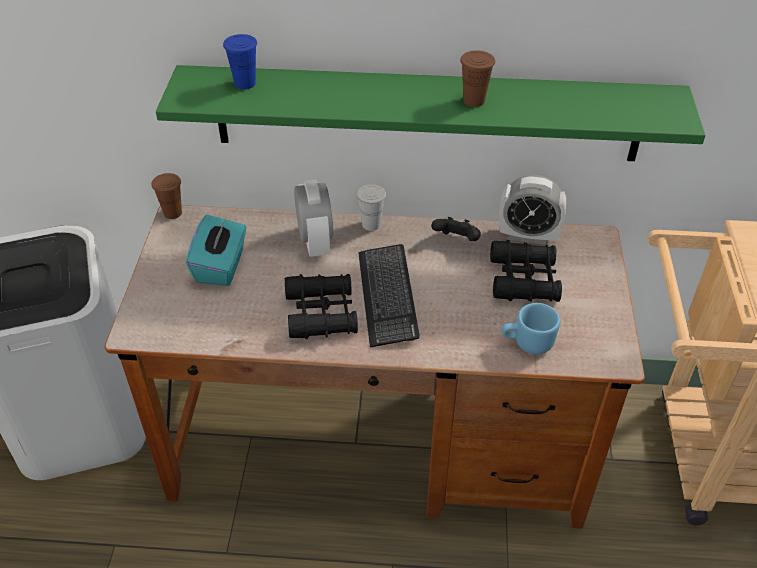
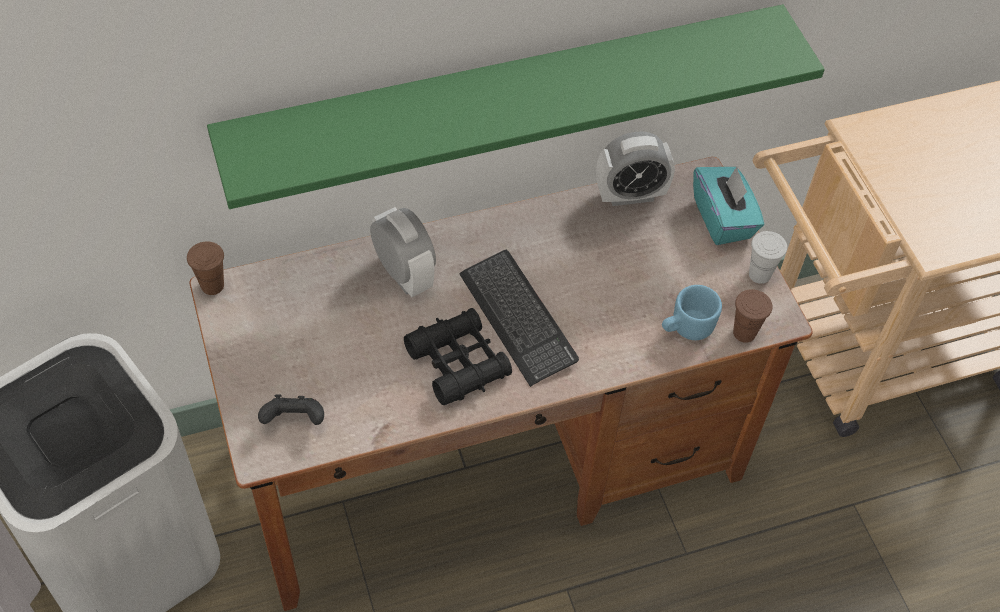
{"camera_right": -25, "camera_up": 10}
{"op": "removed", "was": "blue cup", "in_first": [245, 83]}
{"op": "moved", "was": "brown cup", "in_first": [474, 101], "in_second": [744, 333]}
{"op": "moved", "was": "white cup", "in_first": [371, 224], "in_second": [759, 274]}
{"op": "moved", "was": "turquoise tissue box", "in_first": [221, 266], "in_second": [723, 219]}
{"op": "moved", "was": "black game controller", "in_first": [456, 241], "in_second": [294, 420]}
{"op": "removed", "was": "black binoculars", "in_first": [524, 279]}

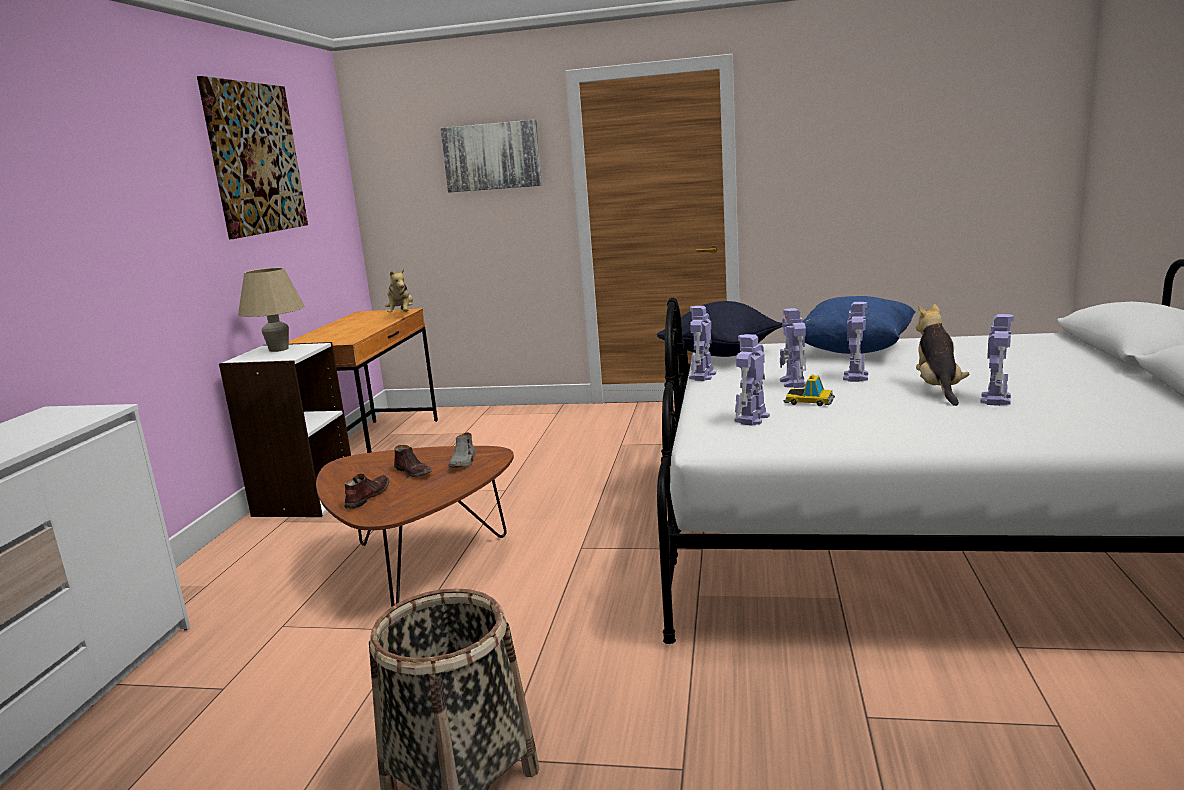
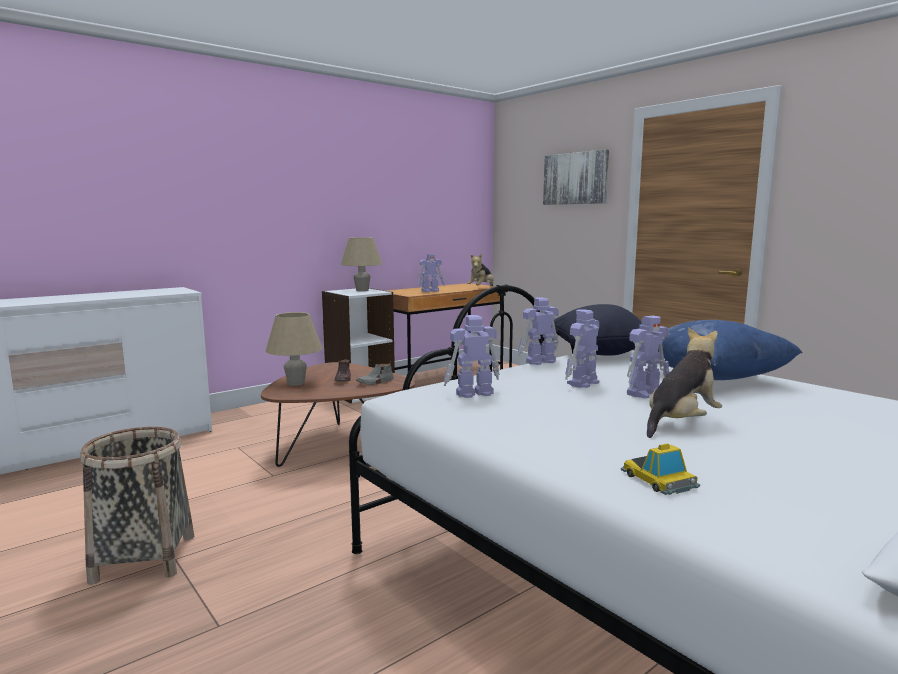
{"camera_right": 40, "camera_up": -5}
{"op": "removed", "was": "picture", "in_first": [255, 158]}
{"op": "moved", "was": "toy robot", "in_first": [995, 399], "in_second": [430, 291]}
{"op": "moved", "was": "toy car", "in_first": [809, 401], "in_second": [658, 480]}
{"op": "replaced", "was": "brown shoe", "now": "beige table lamp", "in_first": [367, 497], "in_second": [296, 383]}

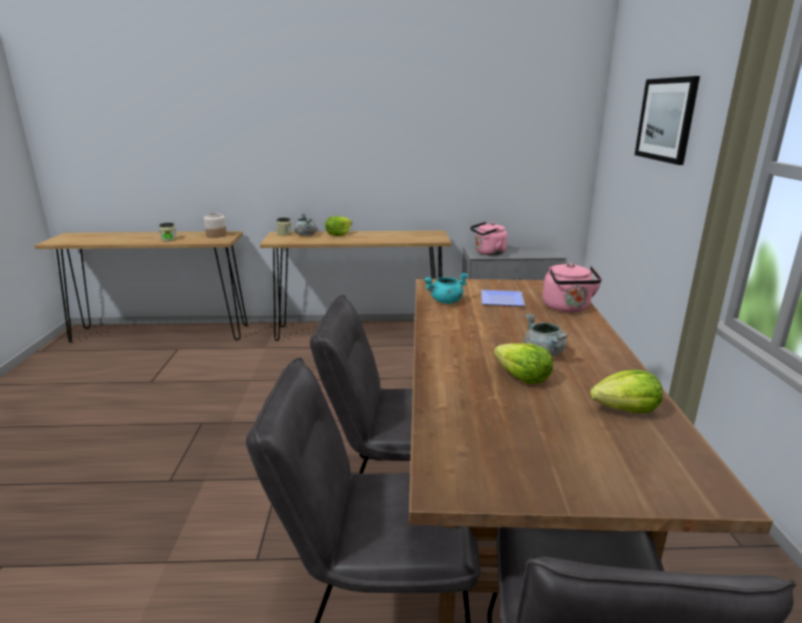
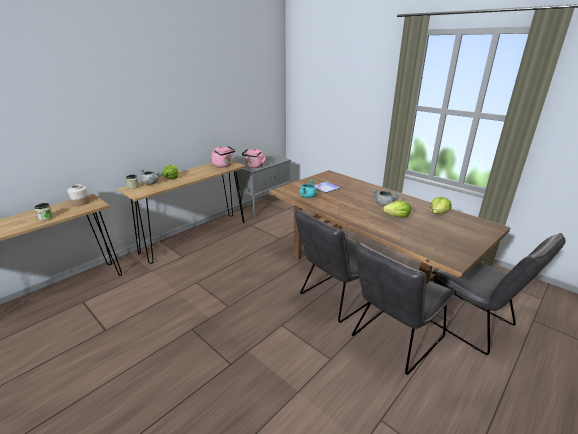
{"camera_right": -45, "camera_up": 5}
{"op": "removed", "was": "picture", "in_first": [666, 119]}
{"op": "moved", "was": "pink kettle", "in_first": [567, 308], "in_second": [223, 165]}

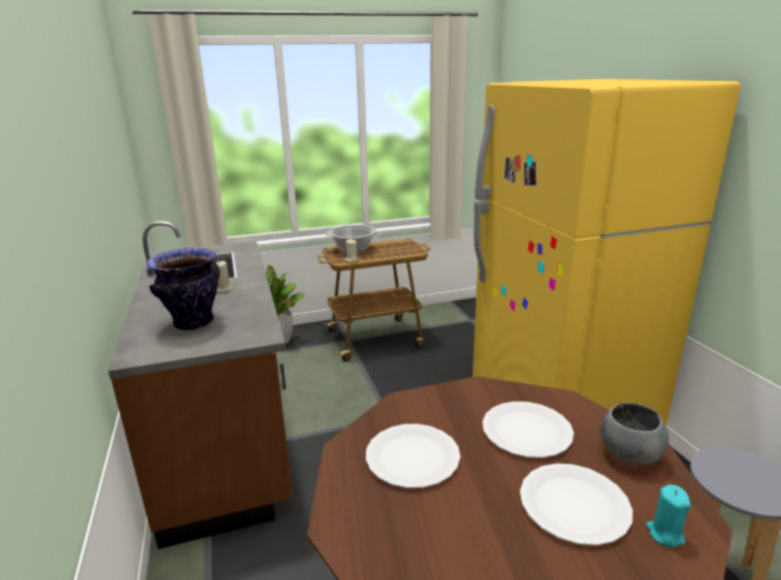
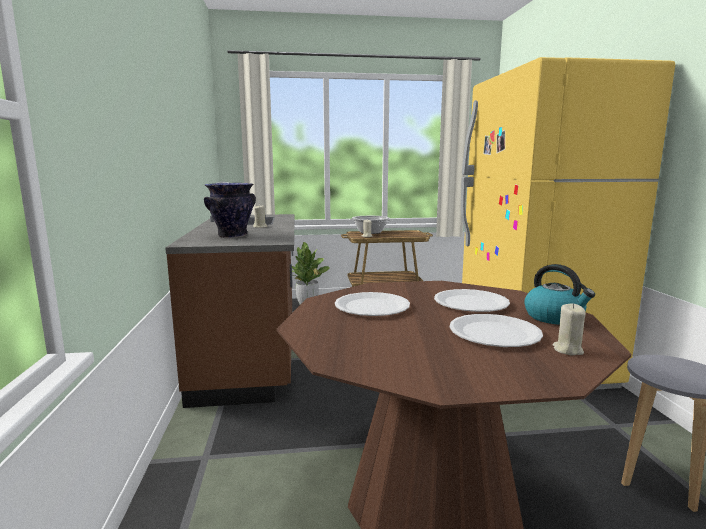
{"camera_right": 10, "camera_up": -10}
{"op": "replaced", "was": "grey bowl", "now": "kettle", "in_first": [629, 454], "in_second": [554, 317]}
{"op": "recoloured", "was": "turquoise candle", "now": "beige candle", "in_first": [665, 534], "in_second": [567, 350]}

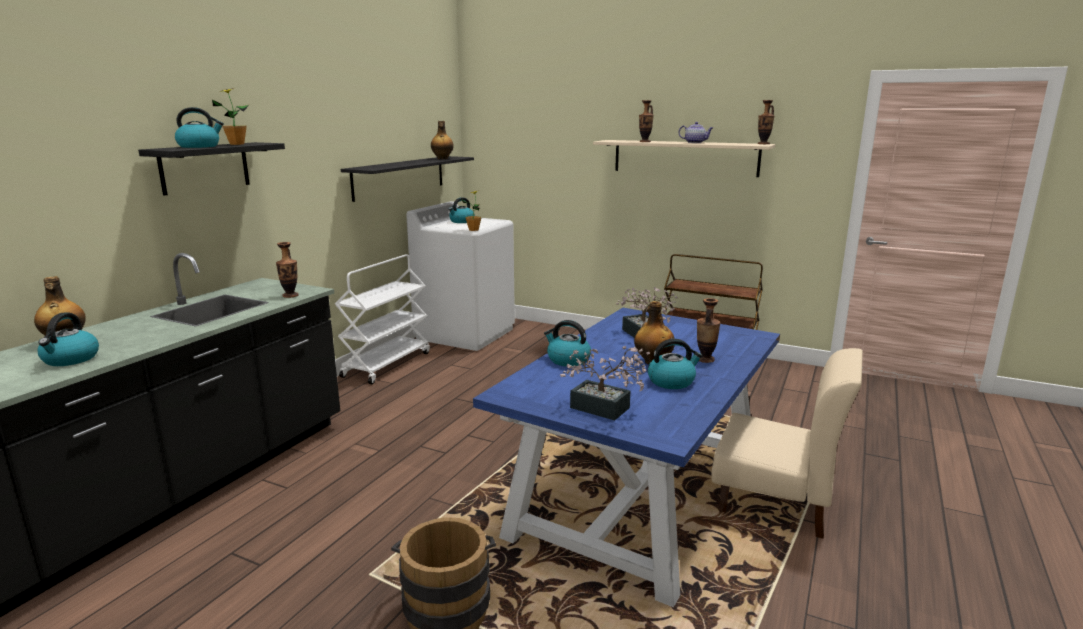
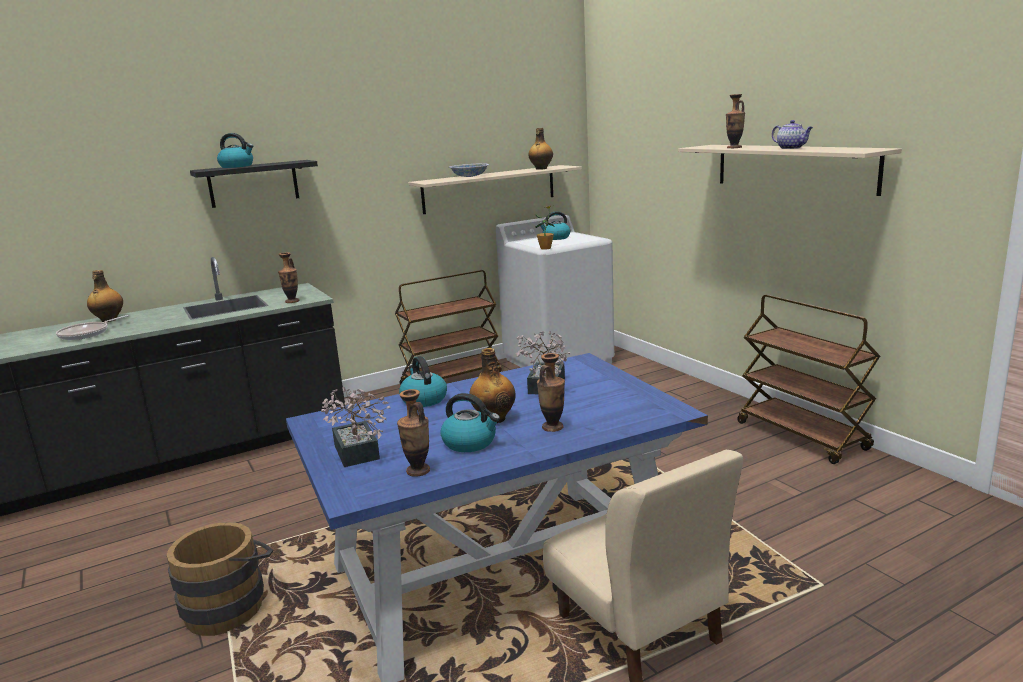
{"camera_right": 35, "camera_up": 0}
{"op": "removed", "was": "potted plant", "in_first": [237, 144]}
{"op": "moved", "was": "vase", "in_first": [763, 144], "in_second": [418, 471]}
{"op": "recoloured", "was": "black shelf", "now": "beige shelf", "in_first": [399, 177], "in_second": [489, 189]}
{"op": "recoloured", "was": "white cart", "now": "brown cart", "in_first": [387, 364], "in_second": [452, 379]}
{"op": "replaced", "was": "kettle", "now": "frying pan", "in_first": [70, 359], "in_second": [87, 334]}
{"op": "added", "now": "bowl", "in_second": [470, 176]}

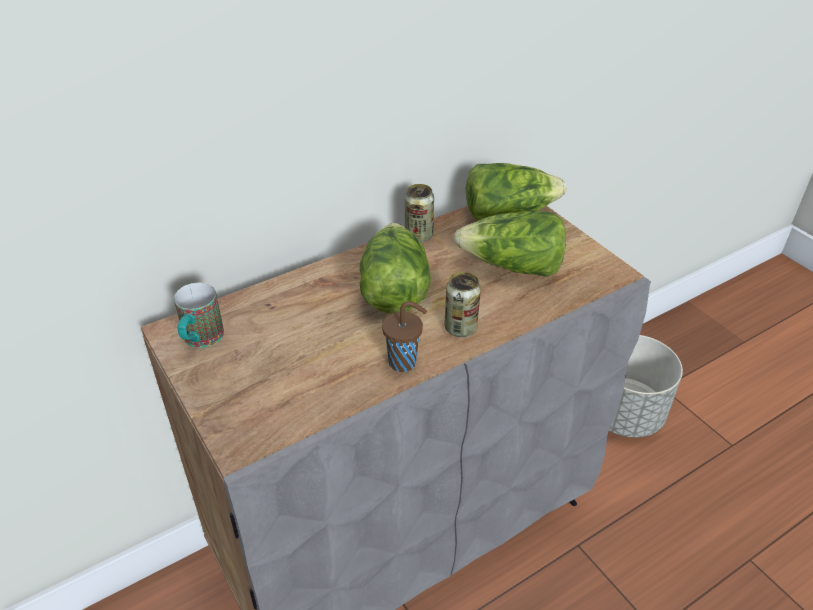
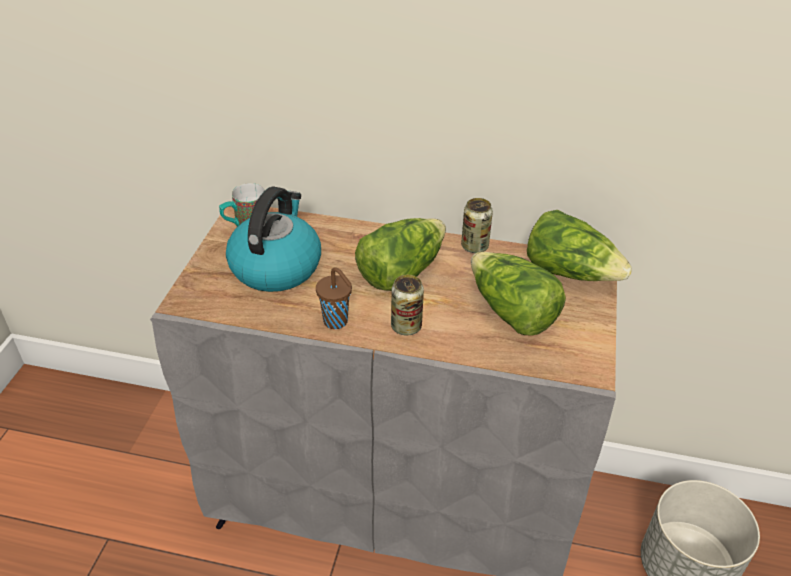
{"camera_right": 45, "camera_up": 0}
{"op": "added", "now": "kettle", "in_second": [276, 266]}

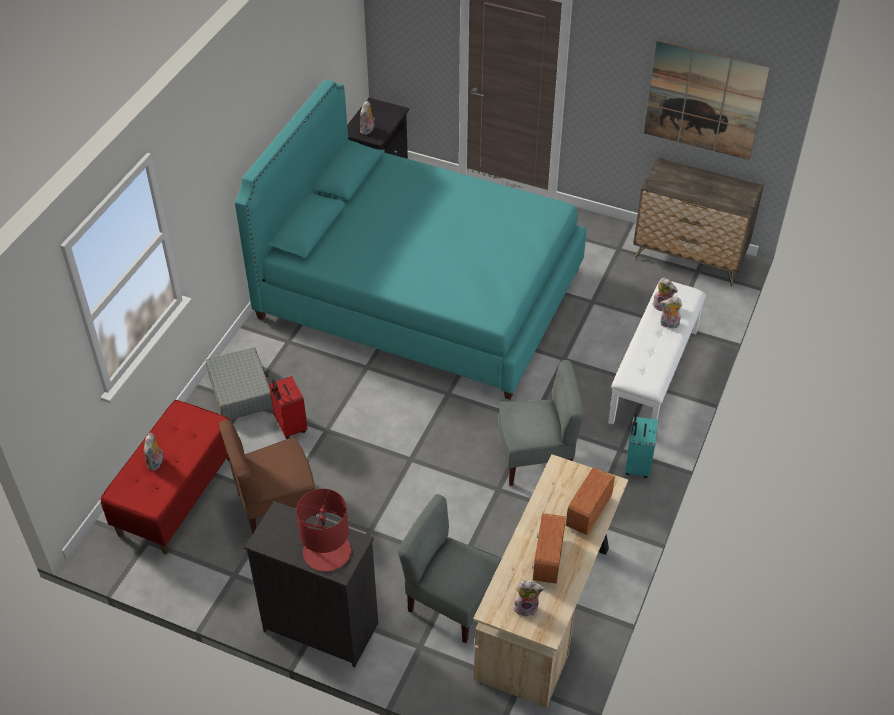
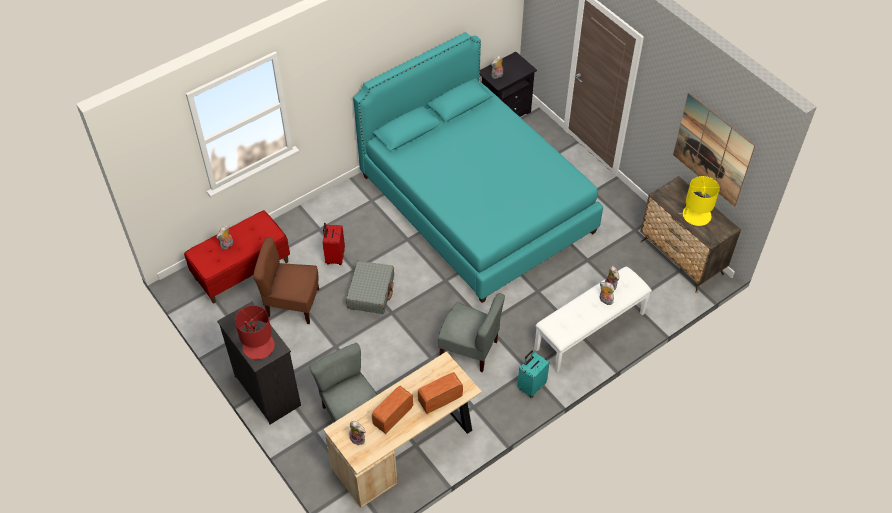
{"camera_right": 30, "camera_up": 5}
{"op": "moved", "was": "grey suitcase", "in_first": [241, 391], "in_second": [371, 292]}
{"op": "added", "now": "yellow table lamp", "in_second": [696, 215]}

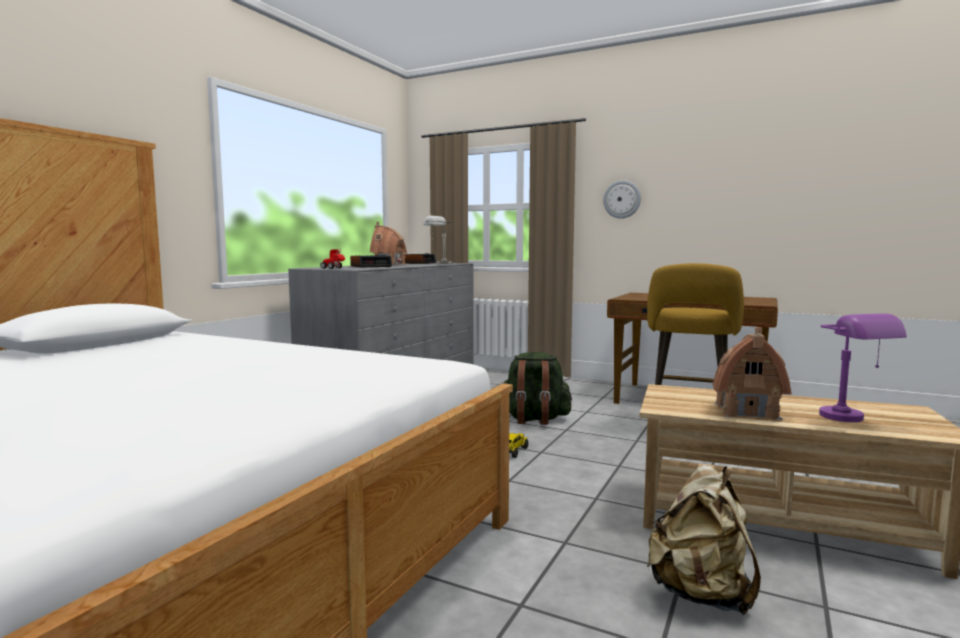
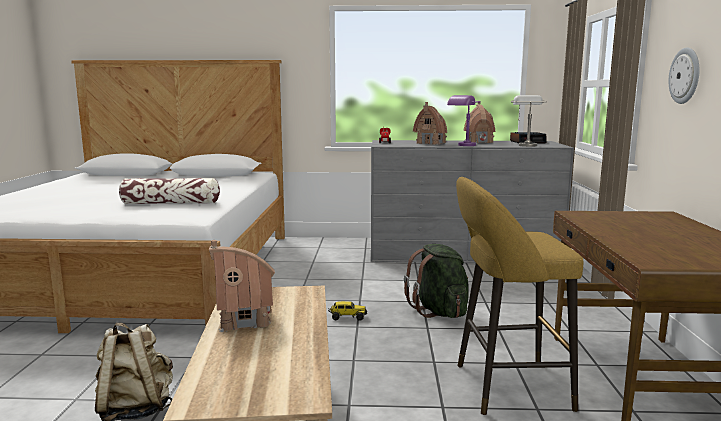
{"camera_right": 65, "camera_up": 5}
{"op": "replaced", "was": "alarm clock", "now": "toy house", "in_first": [371, 266], "in_second": [431, 143]}
{"op": "moved", "was": "purple table lamp", "in_first": [853, 420], "in_second": [463, 145]}
{"op": "added", "now": "pillow", "in_second": [171, 203]}

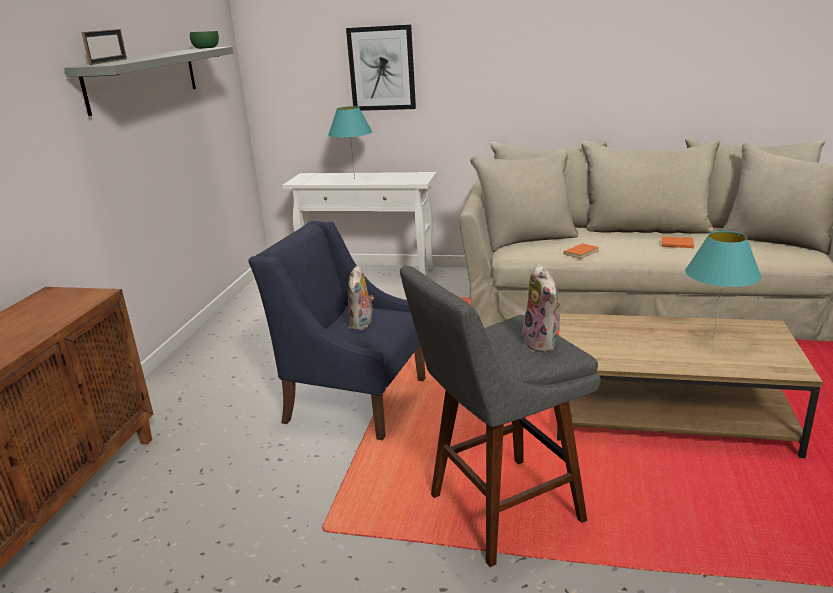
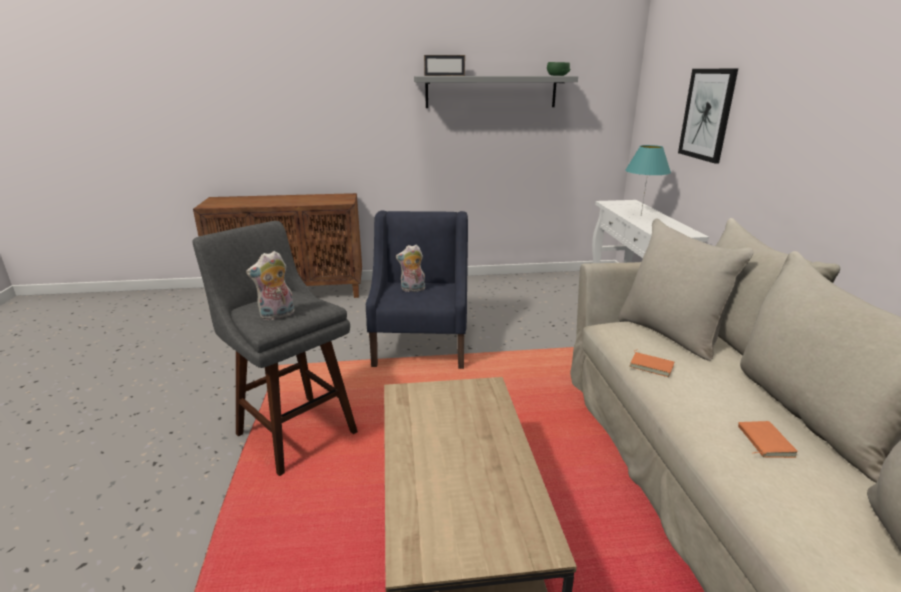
{"camera_right": 70, "camera_up": 0}
{"op": "removed", "was": "turquoise table lamp", "in_first": [713, 338]}

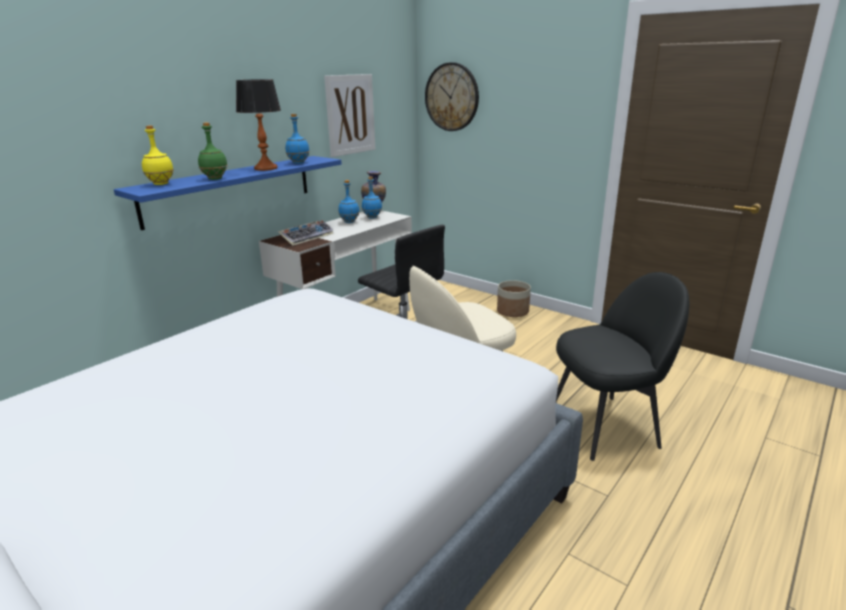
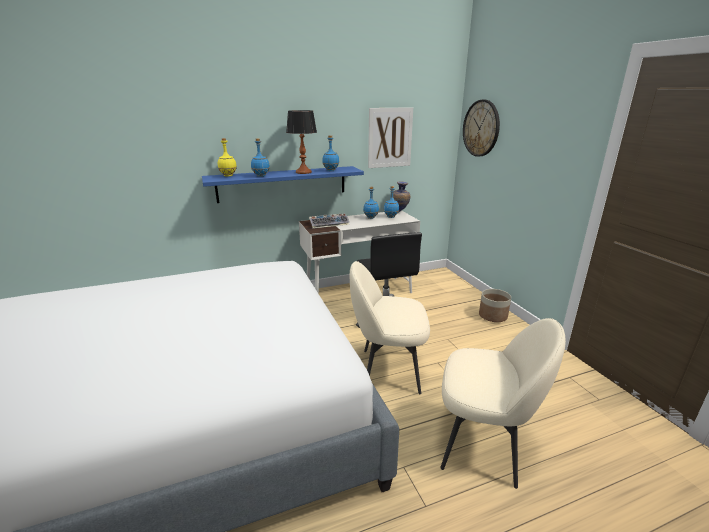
{"camera_right": 30, "camera_up": 0}
{"op": "recoloured", "was": "green bottle", "now": "blue bottle", "in_first": [215, 179], "in_second": [261, 176]}
{"op": "recoloured", "was": "black chair", "now": "beige chair", "in_first": [606, 426], "in_second": [482, 444]}

